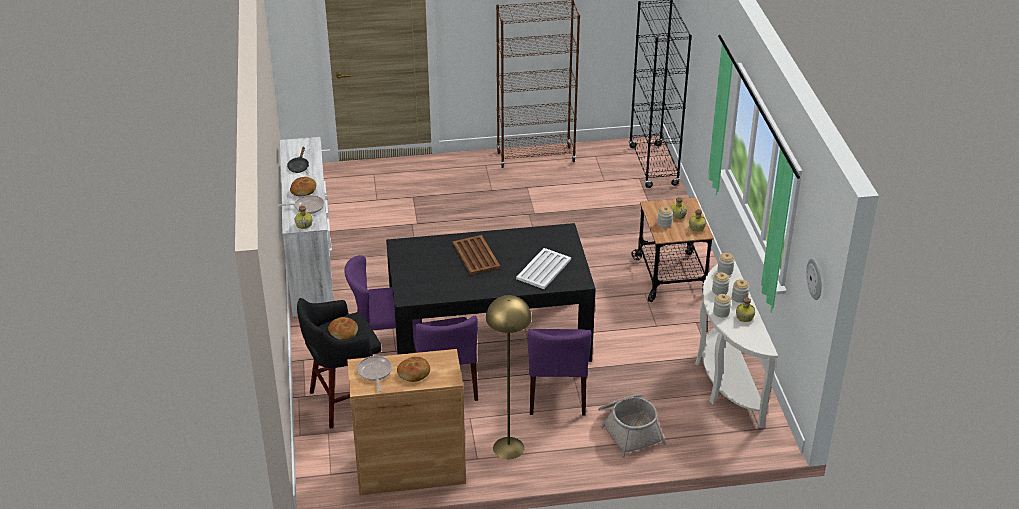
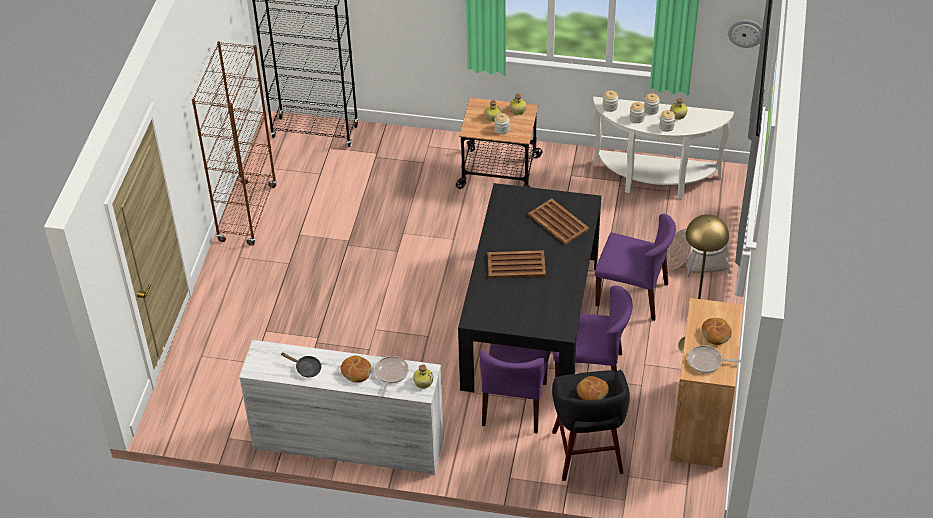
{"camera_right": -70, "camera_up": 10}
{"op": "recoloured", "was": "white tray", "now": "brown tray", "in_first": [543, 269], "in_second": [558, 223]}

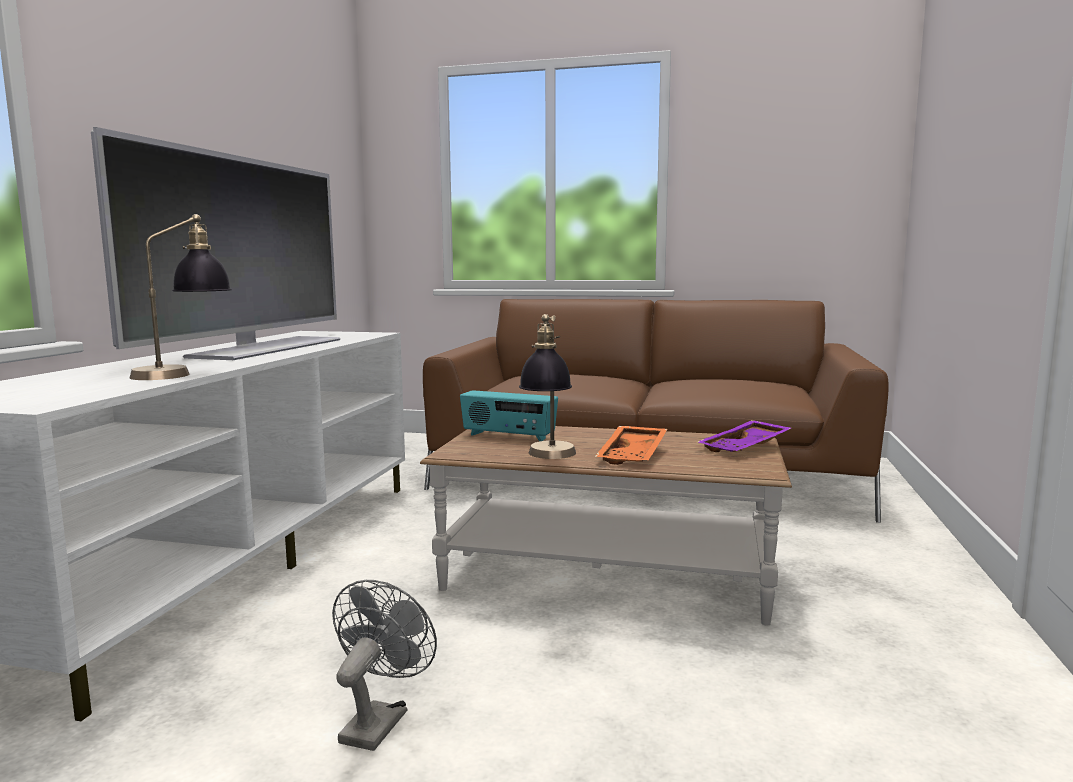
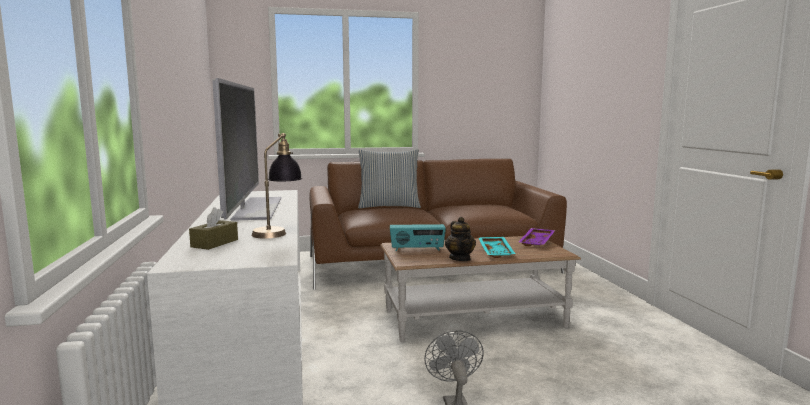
{"camera_right": -25, "camera_up": 0}
{"op": "replaced", "was": "table lamp", "now": "teapot", "in_first": [548, 458], "in_second": [460, 258]}
{"op": "recoloured", "was": "orange tray", "now": "turquoise tray", "in_first": [634, 455], "in_second": [496, 252]}
{"op": "added", "now": "pillow", "in_second": [389, 206]}
{"op": "added", "now": "brown tissue box", "in_second": [214, 243]}

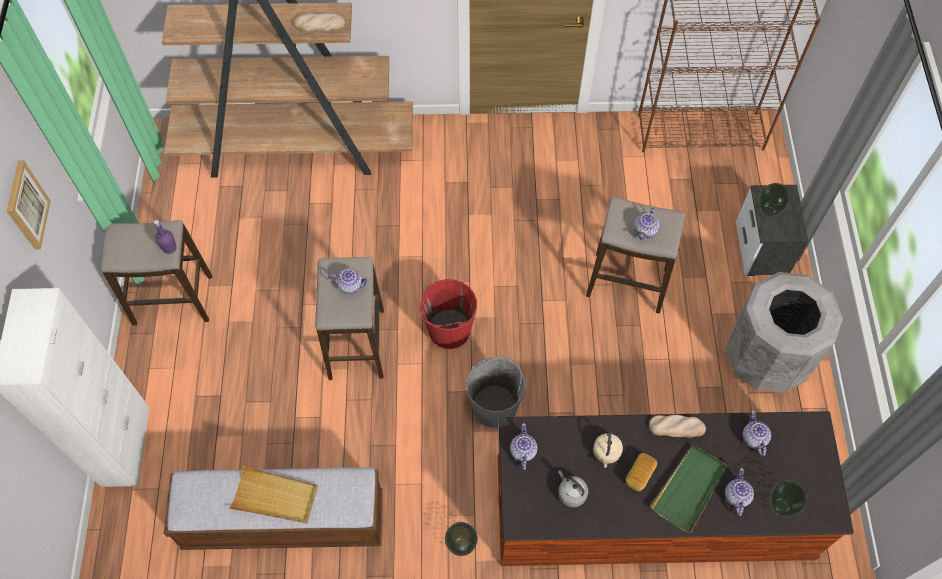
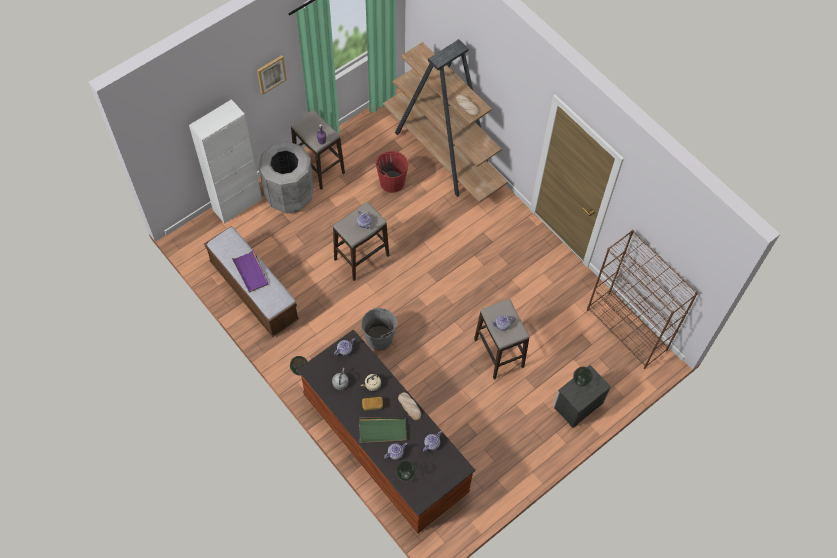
{"camera_right": 50, "camera_up": 0}
{"op": "moved", "was": "grey trash can", "in_first": [765, 358], "in_second": [290, 195]}
{"op": "moved", "was": "red bucket", "in_first": [449, 329], "in_second": [392, 182]}
{"op": "recoloured", "was": "beige tray", "now": "purple tray", "in_first": [275, 497], "in_second": [251, 272]}

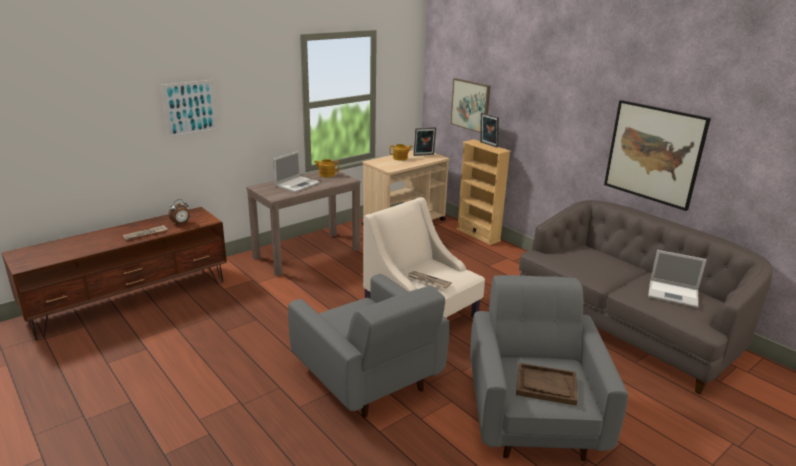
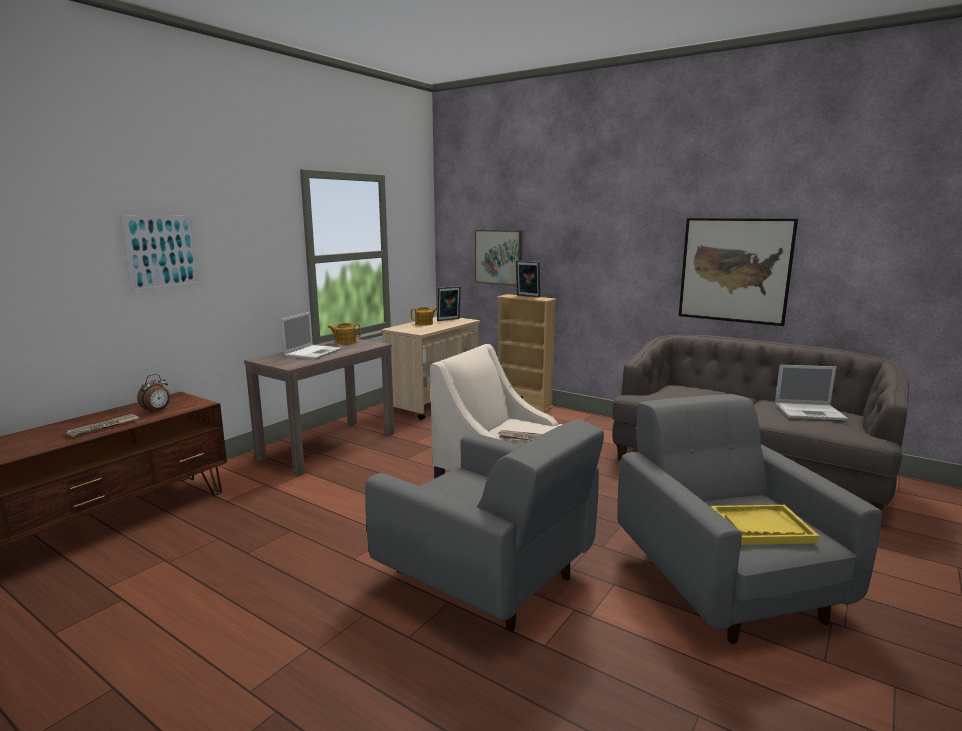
{"camera_right": -15, "camera_up": -10}
{"op": "recoloured", "was": "brown tray", "now": "yellow tray", "in_first": [545, 385], "in_second": [761, 527]}

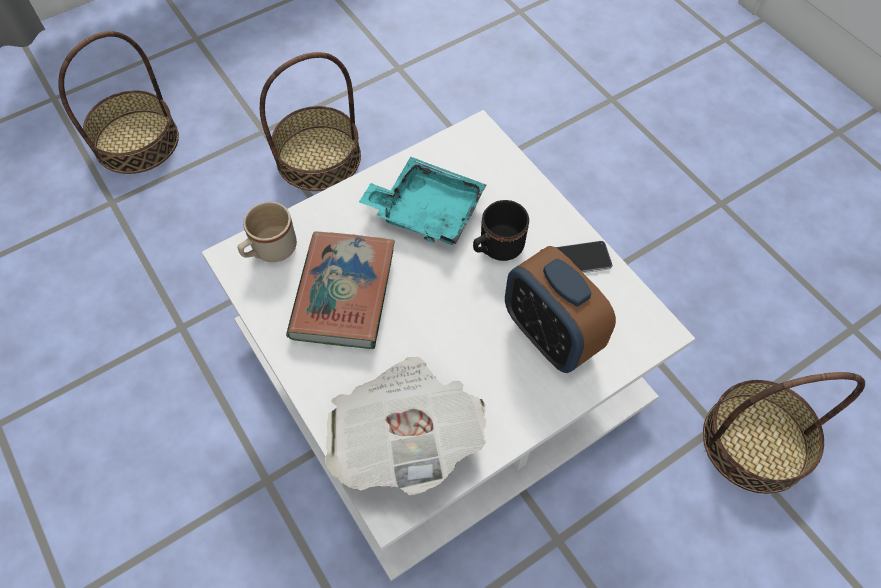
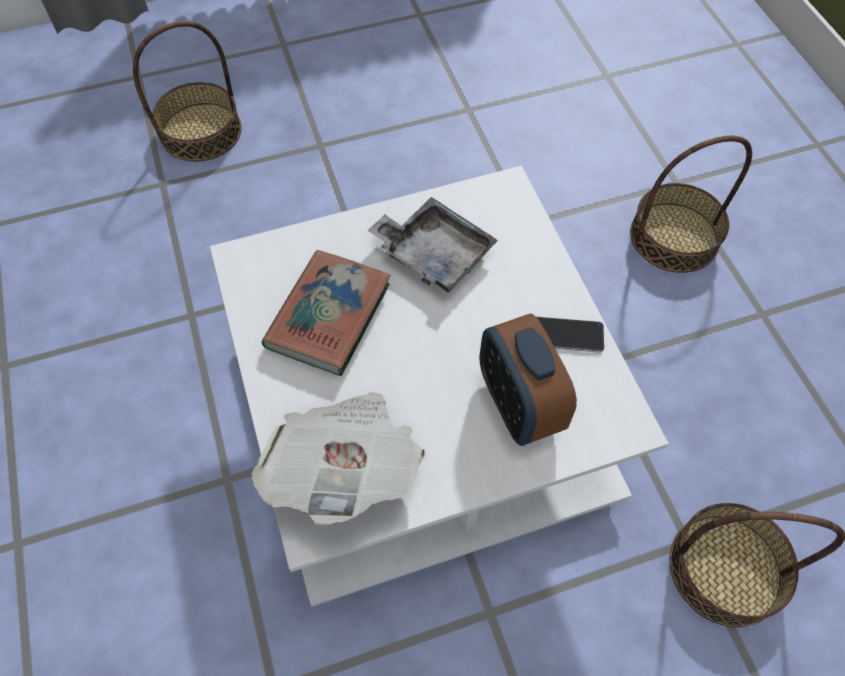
{"camera_right": 15, "camera_up": 0}
{"op": "moved", "was": "basket", "in_first": [318, 157], "in_second": [674, 236]}
{"op": "recoloured", "was": "turquoise tray", "now": "grey tray", "in_first": [426, 211], "in_second": [434, 254]}
{"op": "removed", "was": "black mug", "in_first": [496, 248]}
{"op": "removed", "was": "beige mug", "in_first": [269, 251]}

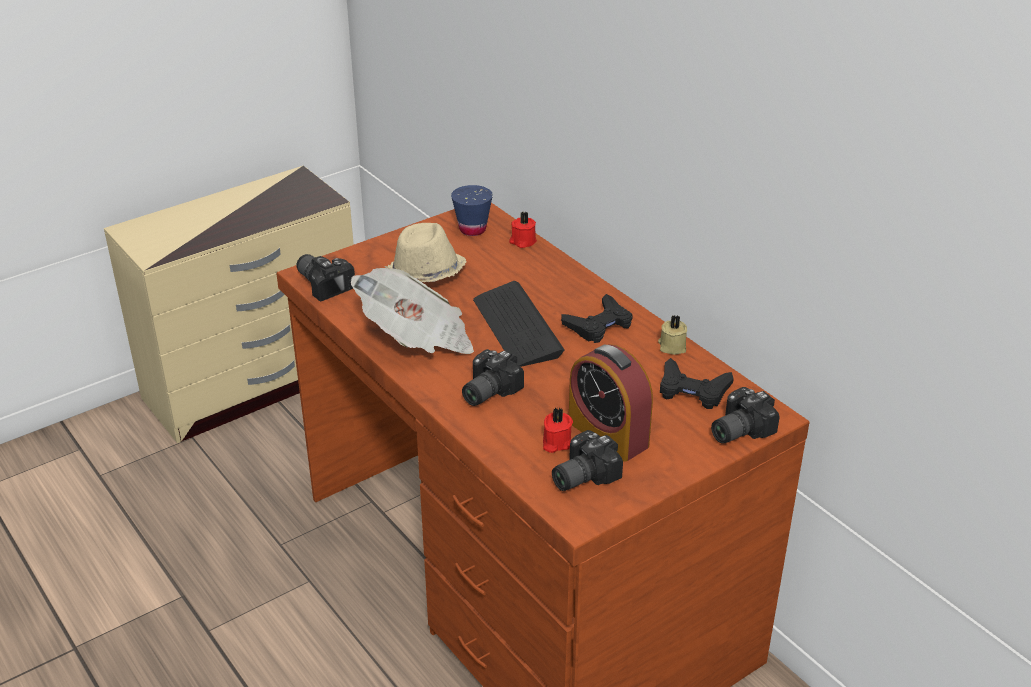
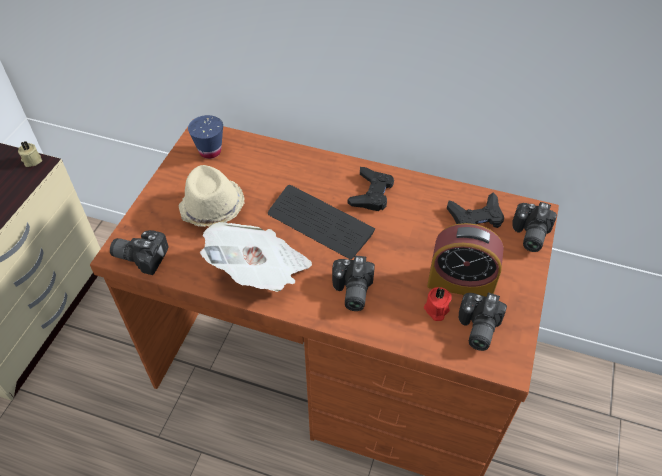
{"camera_right": -35, "camera_up": 15}
{"op": "removed", "was": "red candle", "in_first": [522, 241]}
{"op": "moved", "was": "beige candle", "in_first": [672, 346], "in_second": [31, 160]}

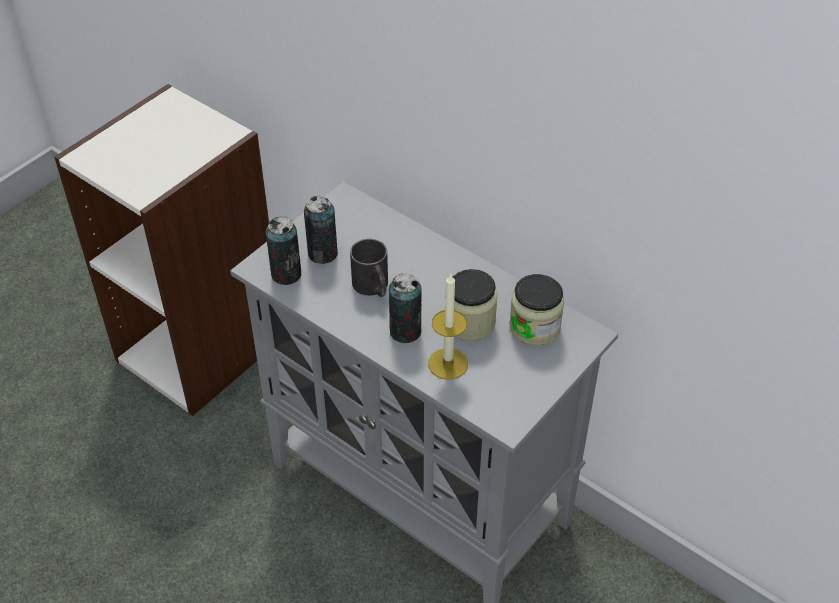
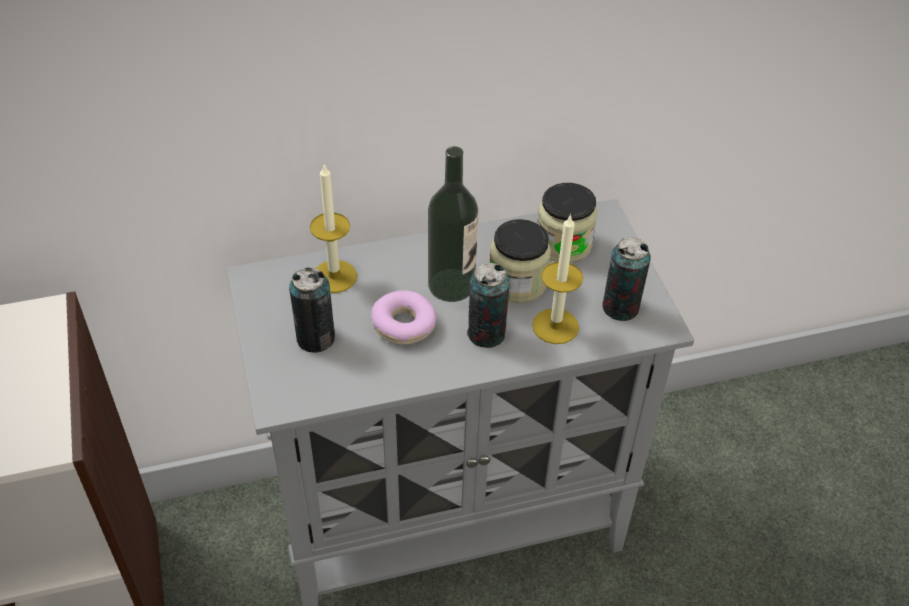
{"camera_right": -55, "camera_up": 0}
{"op": "moved", "was": "can", "in_first": [286, 274], "in_second": [620, 308]}
{"op": "replaced", "was": "black mug", "now": "donut", "in_first": [373, 287], "in_second": [403, 325]}
{"op": "added", "now": "bottle", "in_second": [451, 285]}
{"op": "added", "now": "candle", "in_second": [334, 276]}

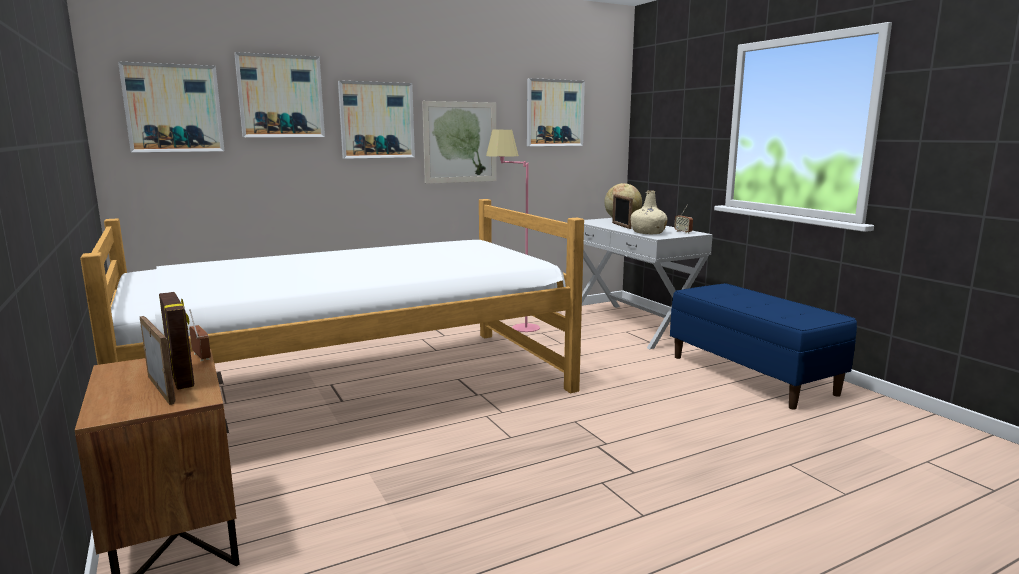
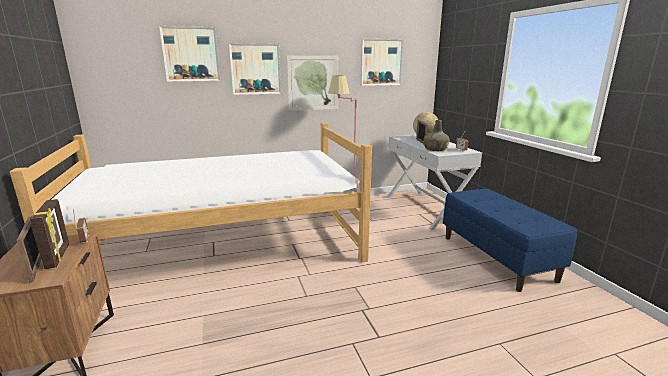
{"camera_right": 10, "camera_up": 5}
{"op": "removed", "was": "picture", "in_first": [173, 108]}
{"op": "recoloured", "was": "beige bottle", "now": "green bottle", "in_first": [648, 233], "in_second": [435, 149]}

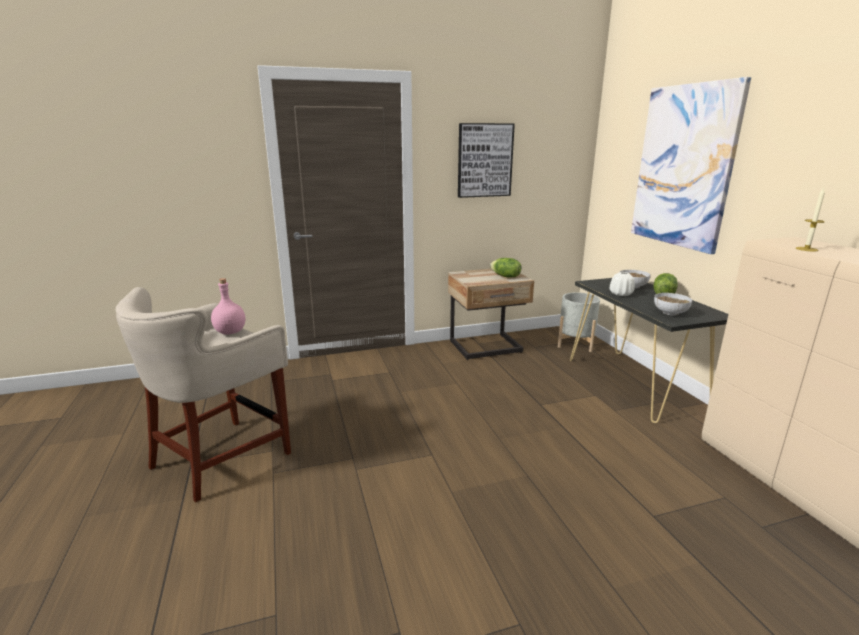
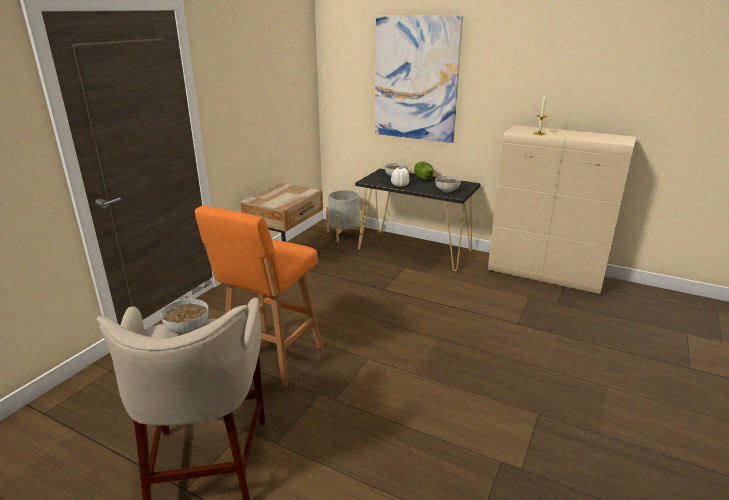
{"camera_right": -45, "camera_up": 5}
{"op": "removed", "was": "picture", "in_first": [484, 160]}
{"op": "removed", "was": "lettuce", "in_first": [505, 276]}
{"op": "replaced", "was": "pink bottle", "now": "bowl", "in_first": [230, 332], "in_second": [187, 328]}
{"op": "added", "now": "orange stool", "in_second": [271, 358]}

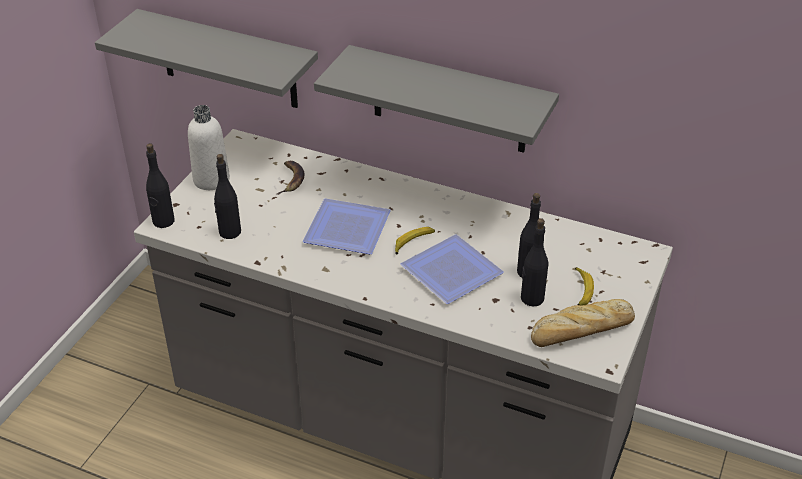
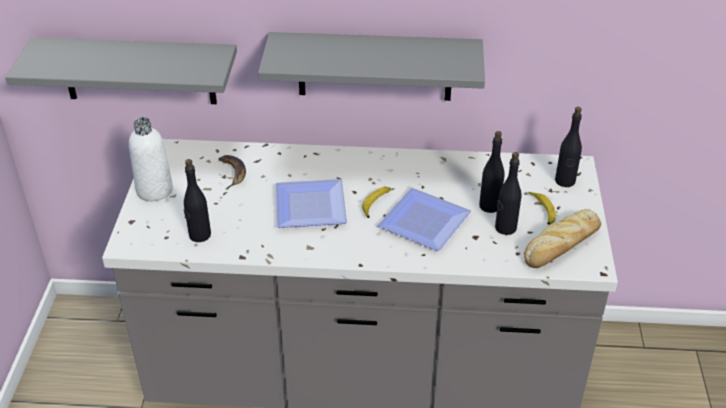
{"camera_right": -20, "camera_up": 0}
{"op": "moved", "was": "black bottle", "in_first": [163, 221], "in_second": [565, 181]}

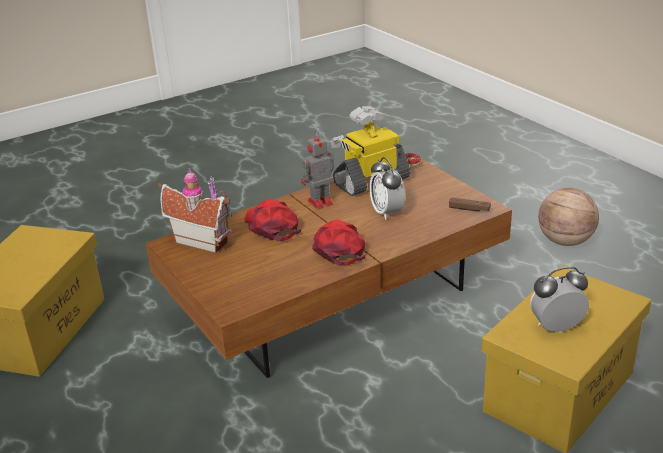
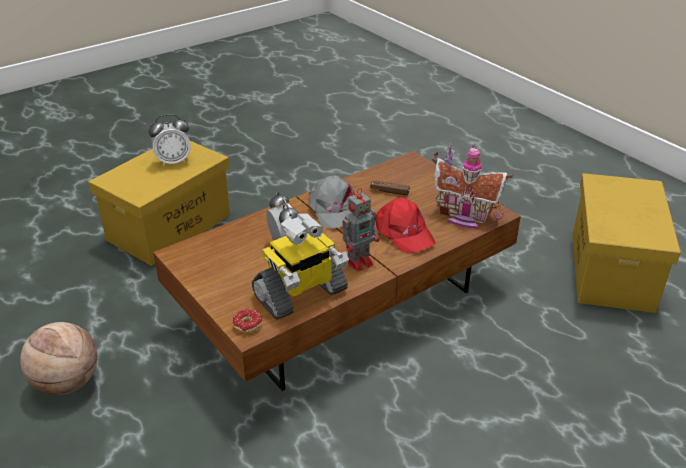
{"camera_right": 175, "camera_up": 5}
{"op": "moved", "was": "brown game controller", "in_first": [469, 209], "in_second": [389, 191]}
{"op": "recoloured", "was": "red cap", "now": "grey cap", "in_first": [338, 247], "in_second": [333, 209]}

